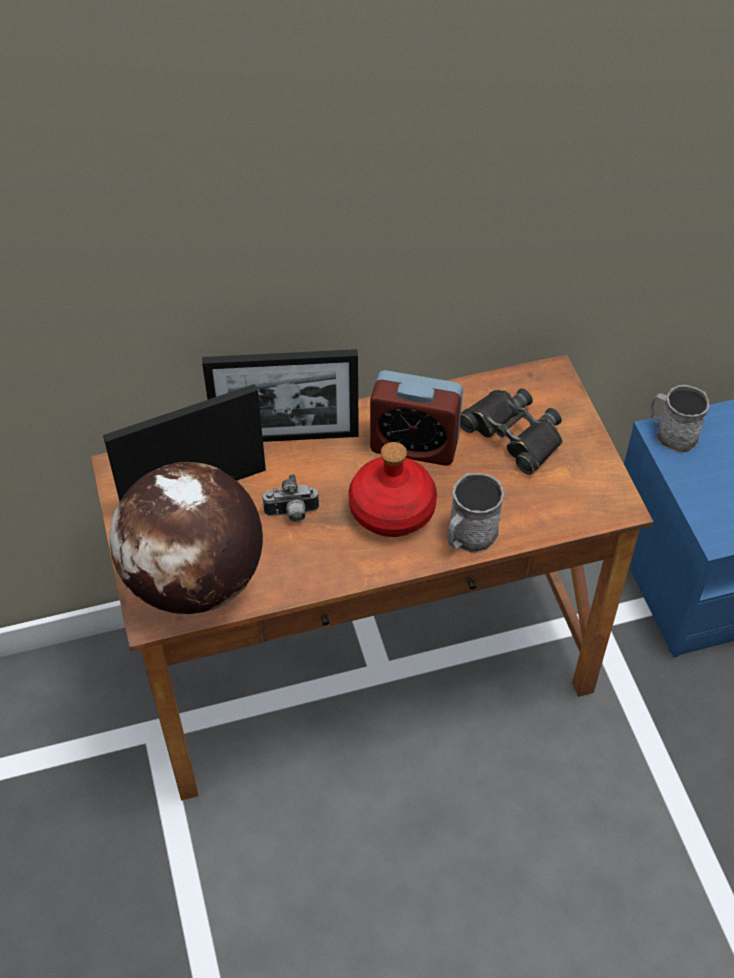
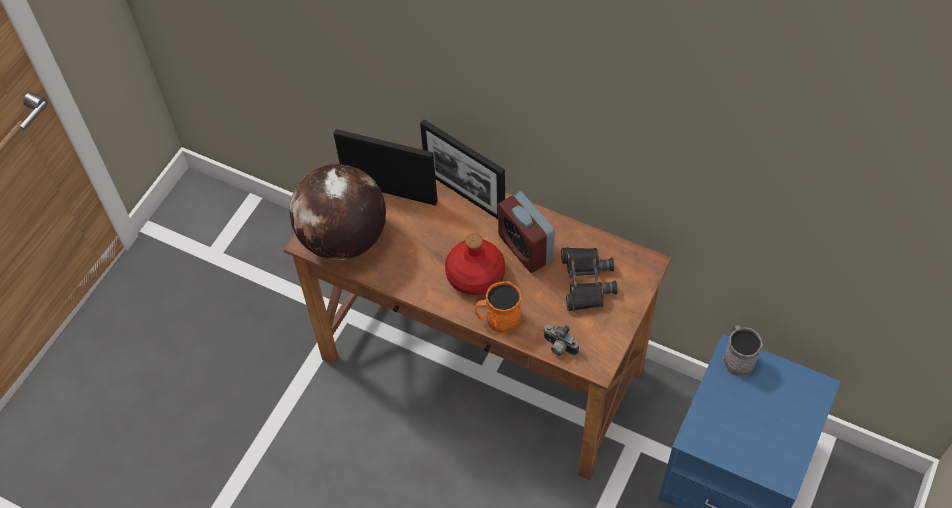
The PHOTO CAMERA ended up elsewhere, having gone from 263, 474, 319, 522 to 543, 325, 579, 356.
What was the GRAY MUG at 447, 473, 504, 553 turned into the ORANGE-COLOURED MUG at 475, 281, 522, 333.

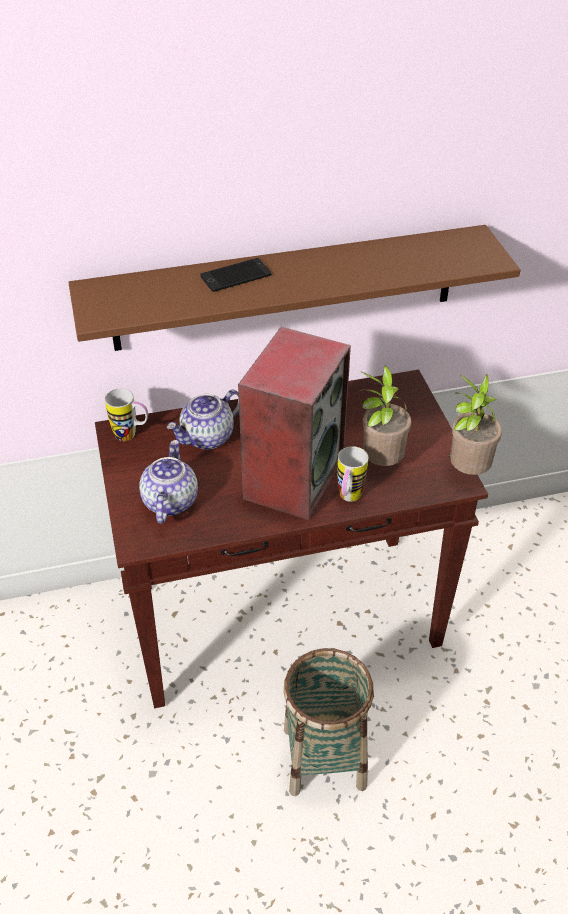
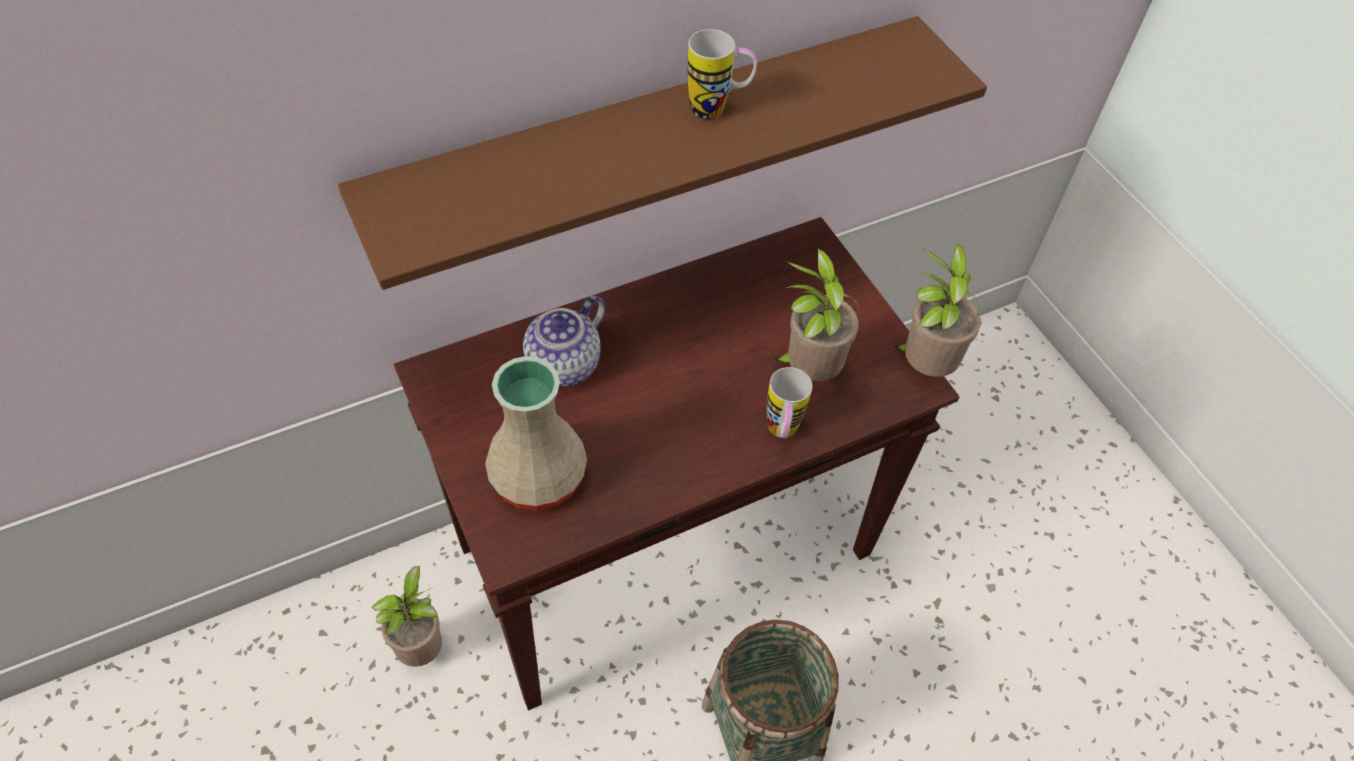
The MUG ended up elsewhere, having gone from 105, 388, 148, 441 to 687, 29, 757, 119.
Where the TEAPOT stood at 139, 440, 198, 524, the BEIGE-COLOURED VASE came to stand at 485, 356, 587, 511.
The second view lost the PHONE at 200, 258, 272, 292.
The second view lost the LOUDSPEAKER at 238, 327, 351, 521.
The second view gained the POTTED PLANT at 372, 566, 442, 667.

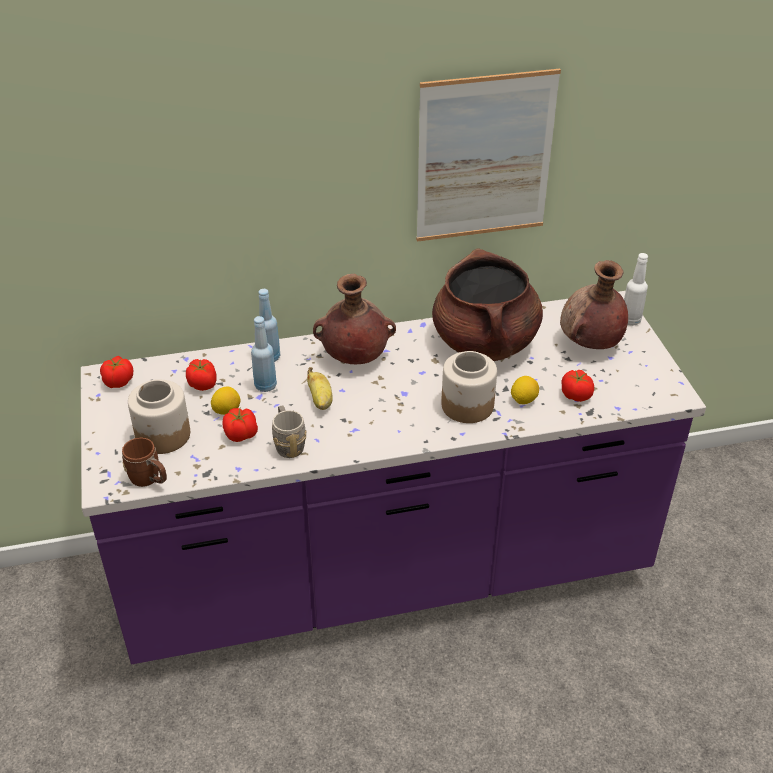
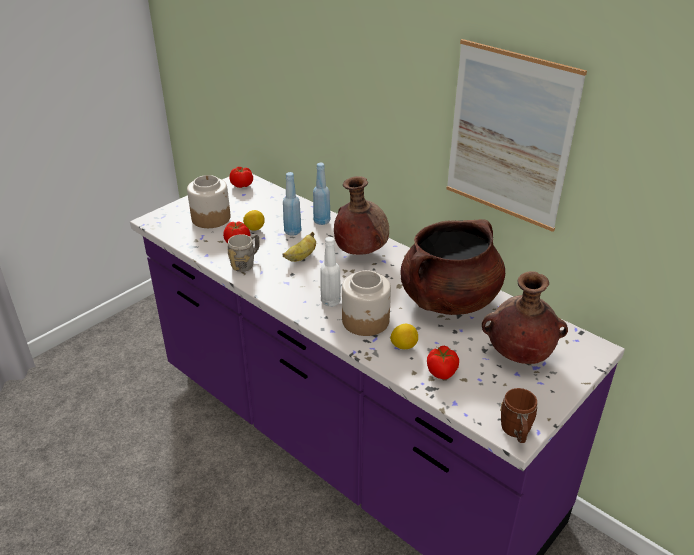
The BROWN-COLOURED MUG ended up elsewhere, having gone from 122, 437, 167, 487 to 500, 388, 537, 443.
The second view lost the TOMATO at 186, 359, 217, 391.
The WHITE DRINK BOTTLE ended up elsewhere, having gone from 624, 253, 648, 326 to 320, 237, 341, 307.

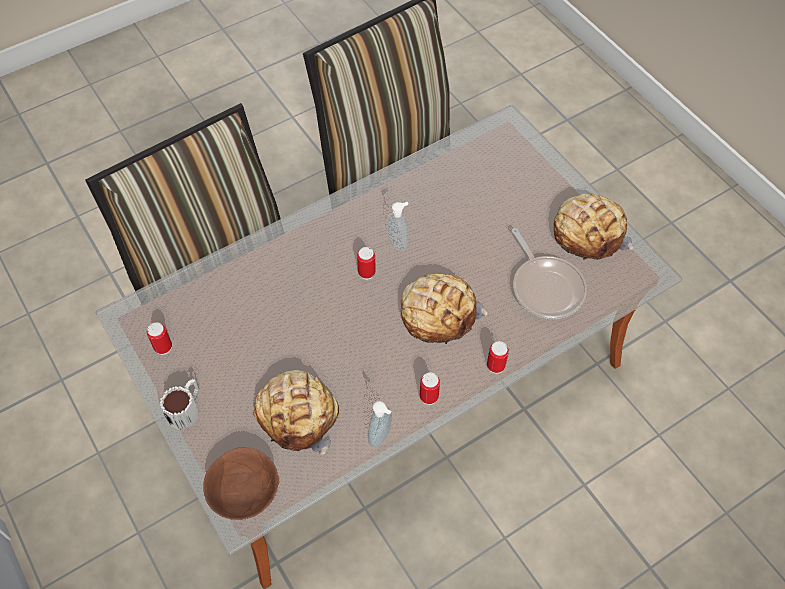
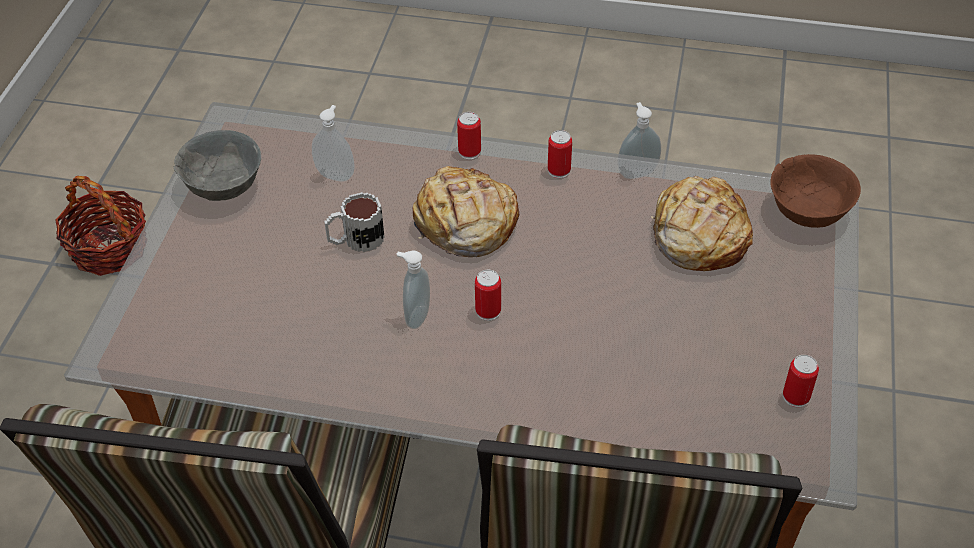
The MUG ended up elsewhere, having gone from 160, 379, 199, 430 to 324, 192, 385, 252.
Where the PAN stood at 511, 228, 587, 320, the SOAP DISPENSER came to stand at 312, 105, 355, 181.
Where the BAKERY BREAD stood at 554, 193, 633, 260, the GRAY BOWL came to stand at 174, 130, 261, 201.
The second view gained the BASKET at 55, 176, 146, 276.

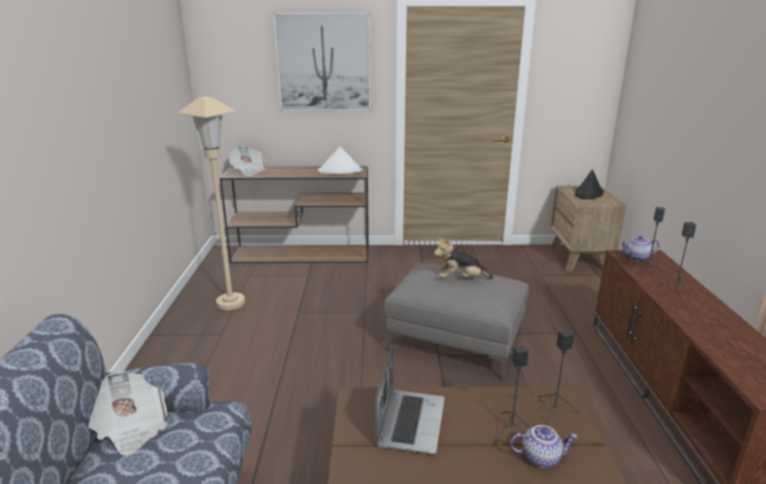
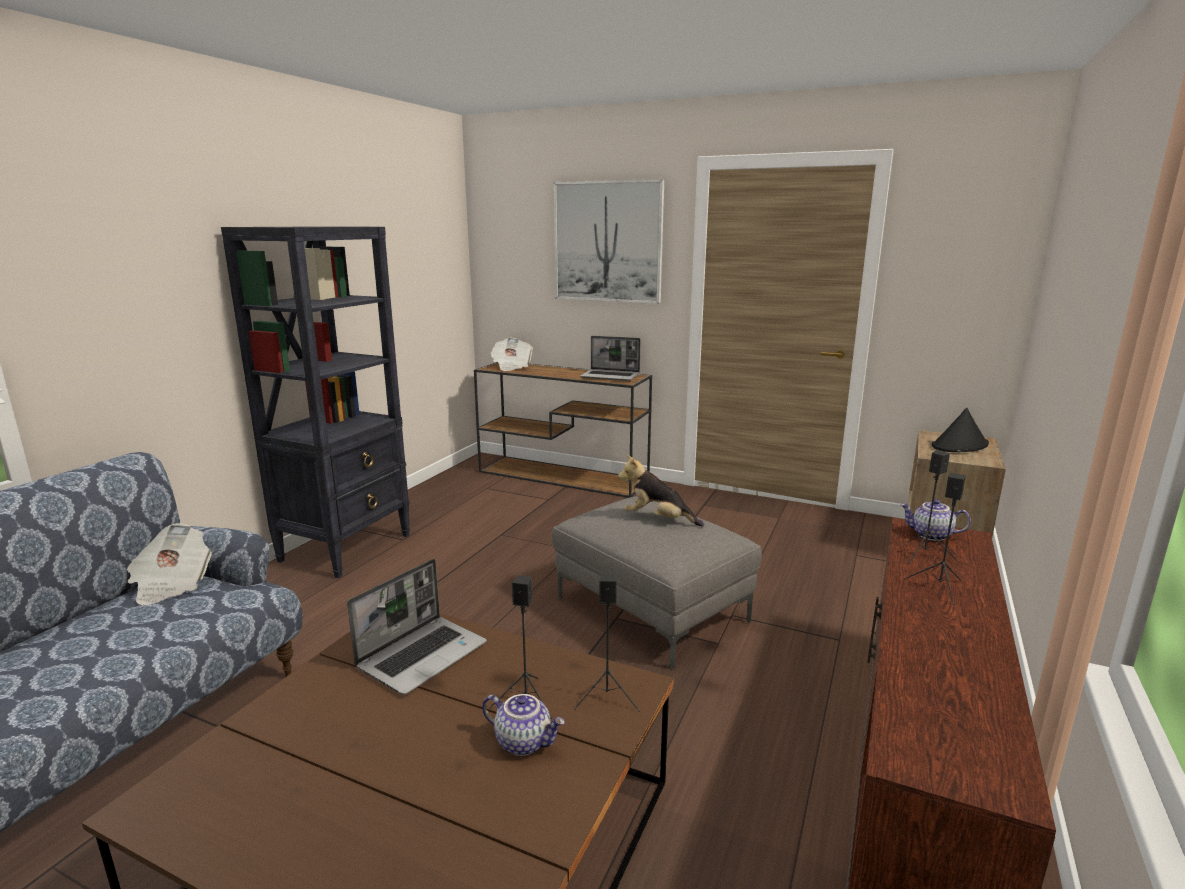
The second view lost the BEIGE-COLOURED FLOOR LAMP at 177, 97, 245, 310.
Where the WHITE HAT stood at 318, 146, 363, 174, the LAPTOP came to stand at 580, 336, 641, 381.
The second view gained the BLACK SHELVING UNIT at 221, 226, 410, 578.

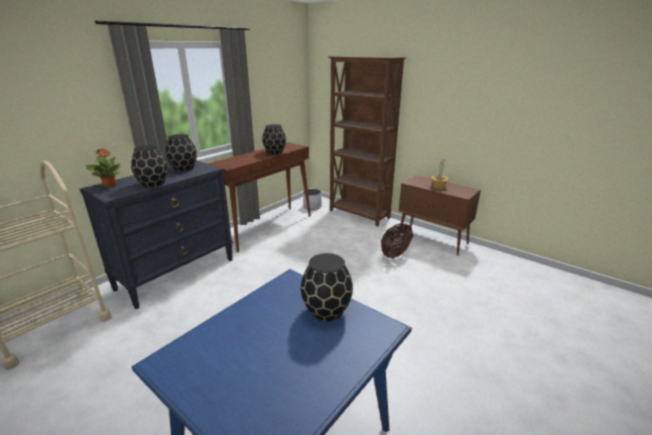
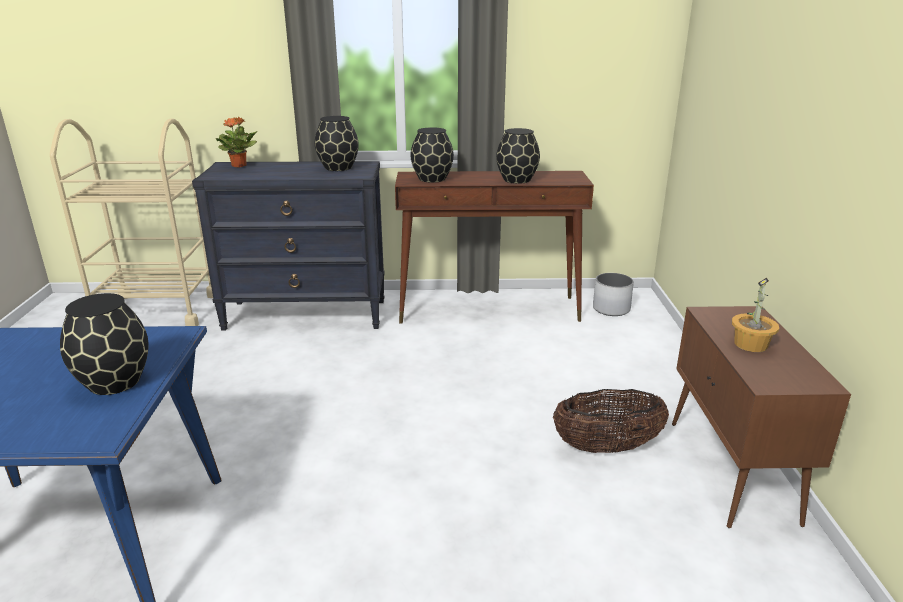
The BLACK VASE ended up elsewhere, having gone from 131, 145, 168, 188 to 410, 128, 454, 183.
The second view lost the BROWN-COLOURED SHELVING UNIT at 328, 56, 406, 227.

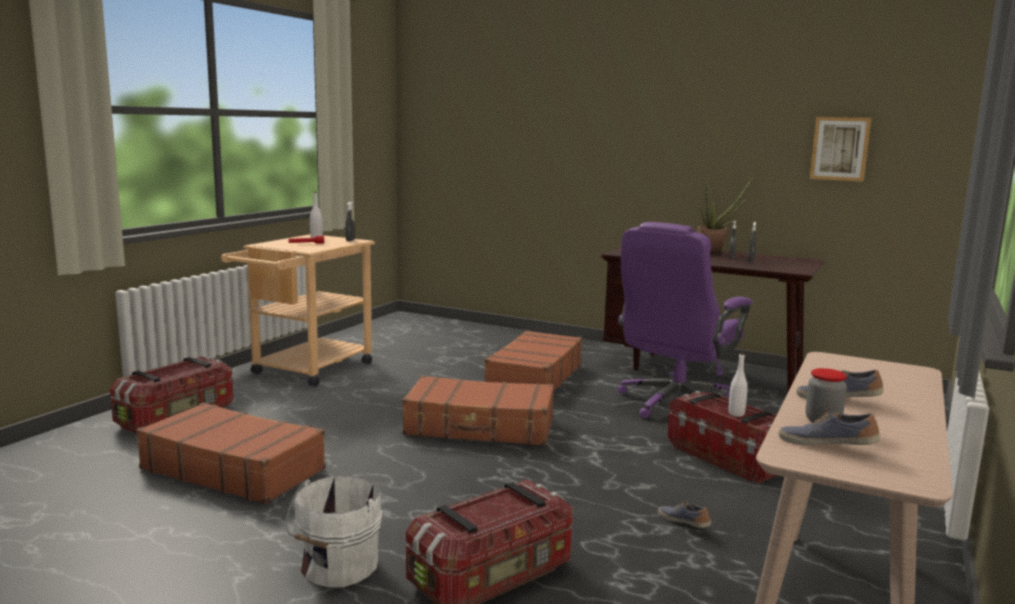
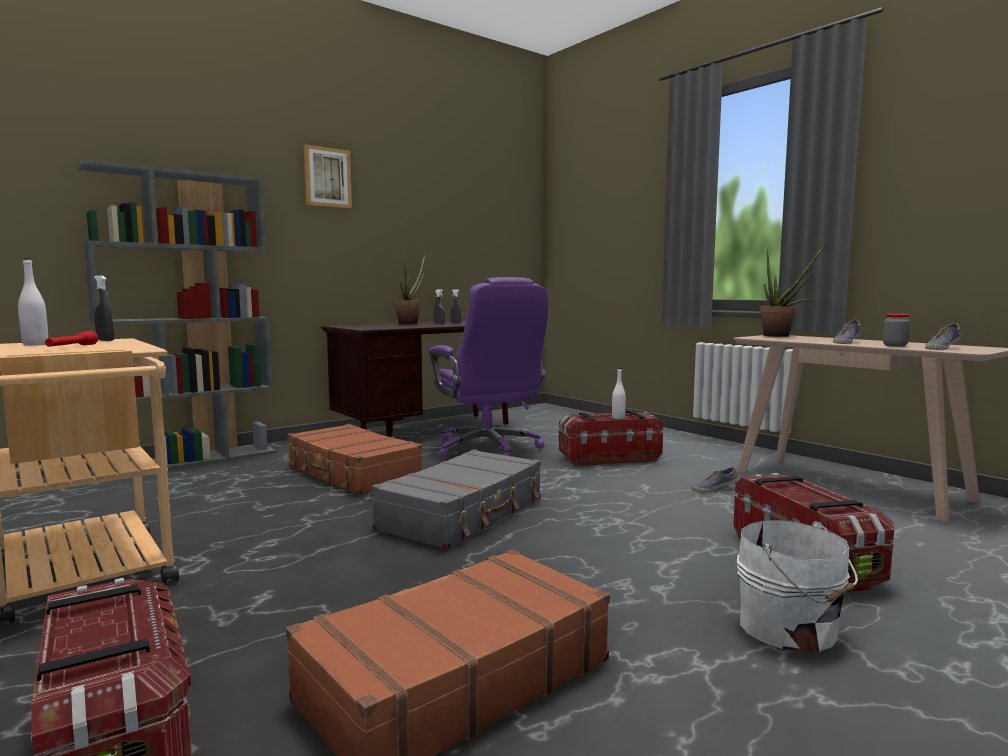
What was the BROWN-COLOURED PIECE OF LUGGAGE at 402, 376, 554, 446 turned into the GRAY PIECE OF LUGGAGE at 372, 449, 541, 550.
The WALL PICTURE ended up elsewhere, having gone from 809, 117, 871, 182 to 304, 144, 352, 209.
The second view gained the GRAY SHELVING UNIT at 77, 159, 276, 472.
The second view gained the POTTED PLANT at 760, 245, 825, 337.

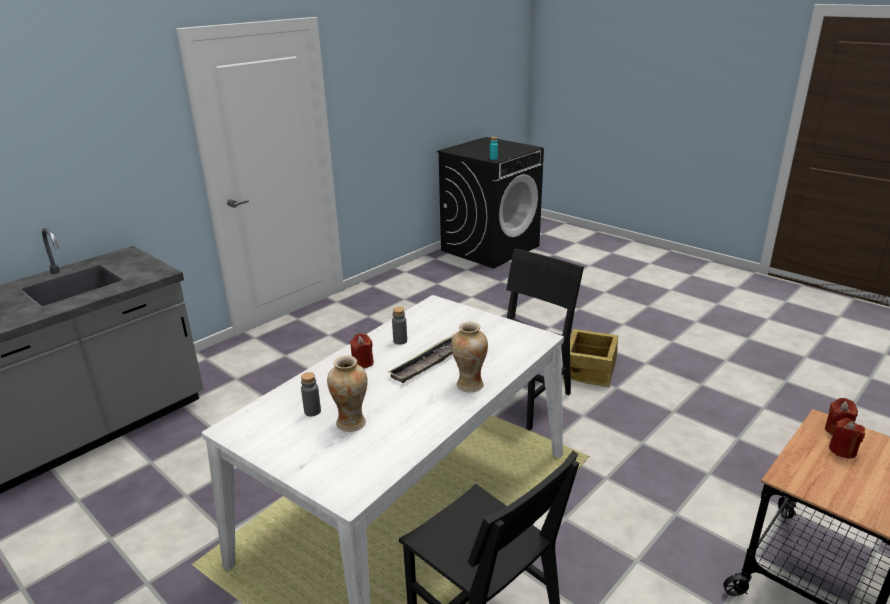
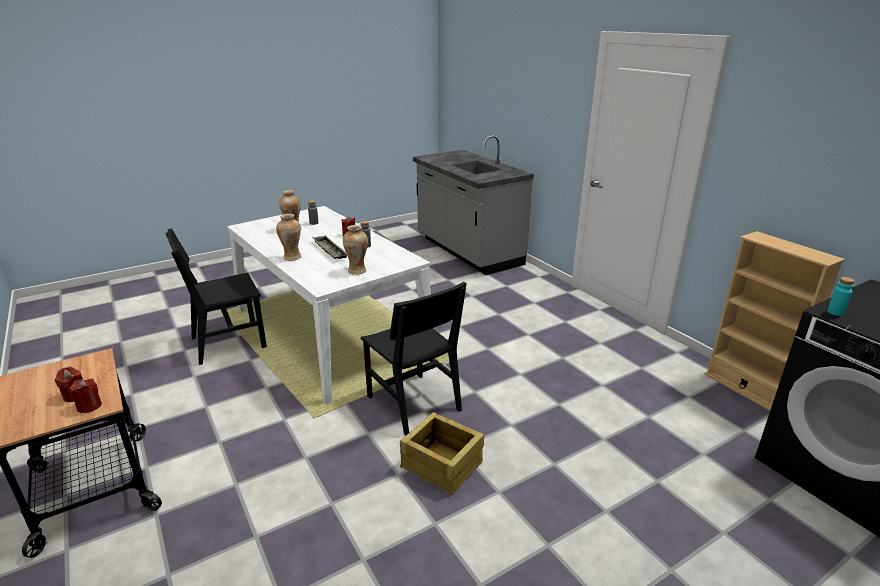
The second view gained the VASE at 343, 225, 368, 275.
The second view gained the BEIGE-COLOURED SHELVING UNIT at 705, 231, 845, 411.

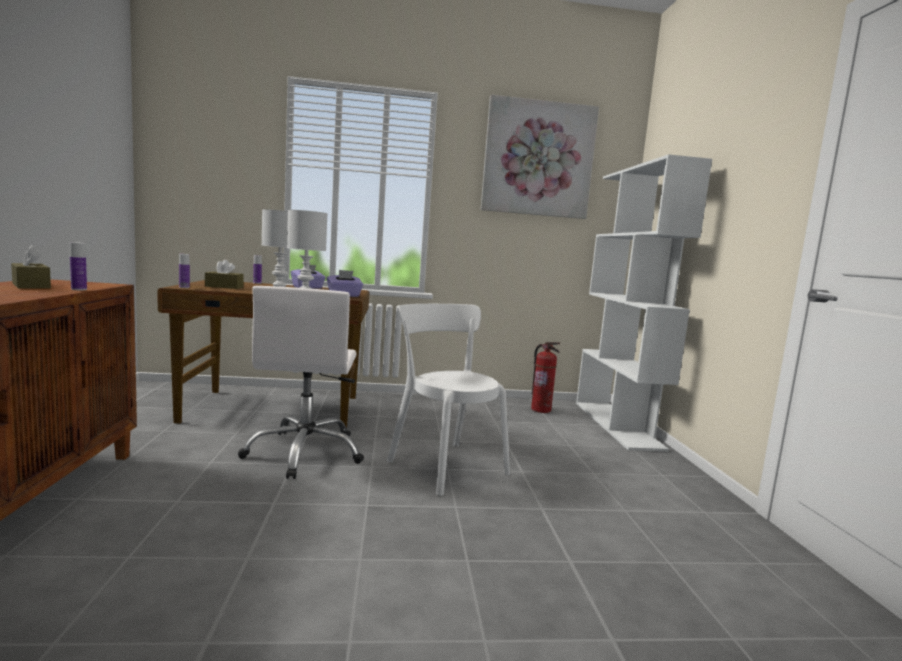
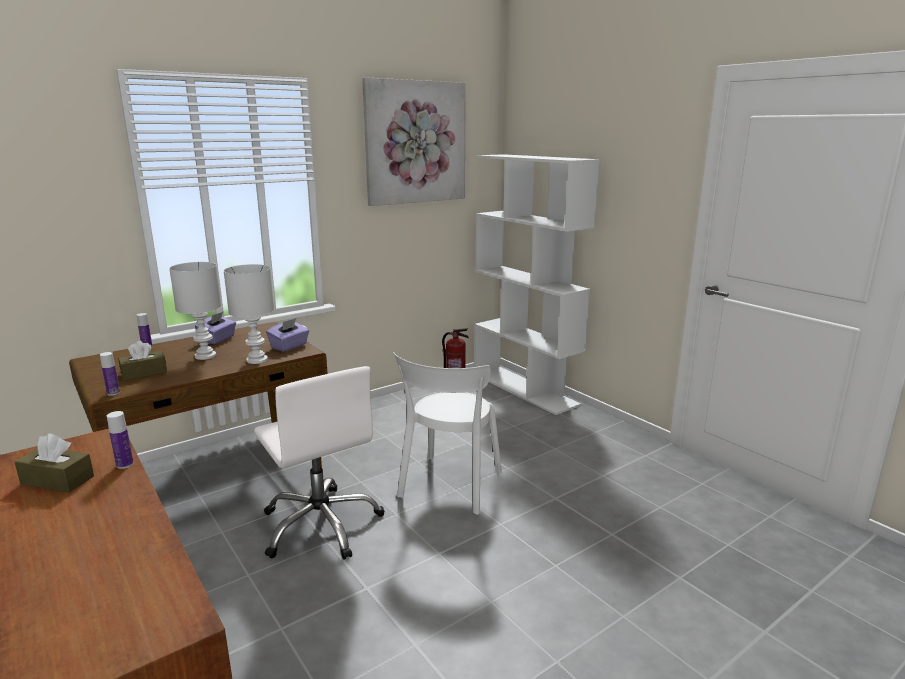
The WHITE PLAIN CHAIR at 387, 304, 510, 496 ended up facing another way, 90 degrees counterclockwise from before.

